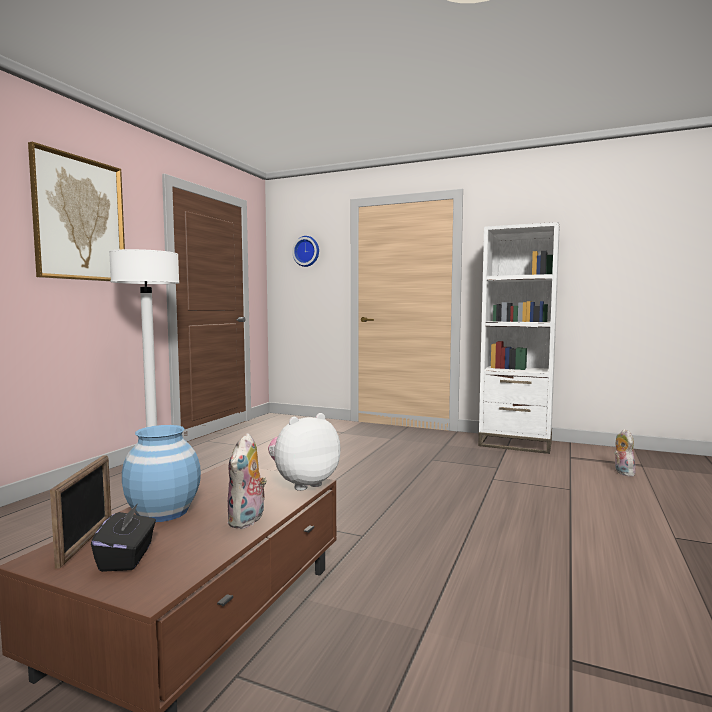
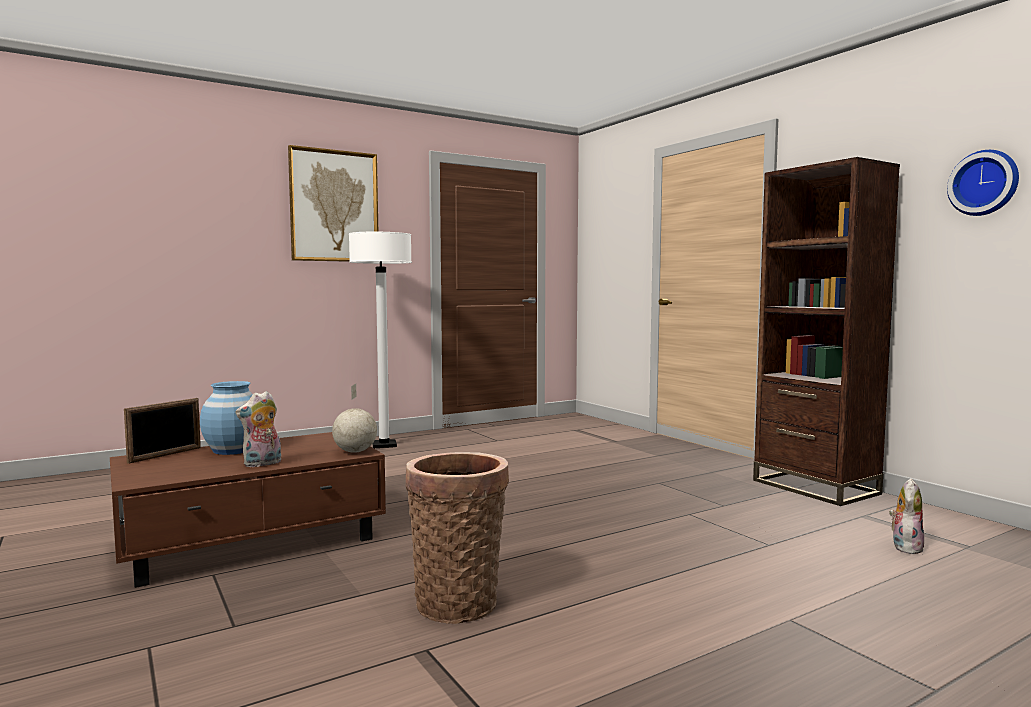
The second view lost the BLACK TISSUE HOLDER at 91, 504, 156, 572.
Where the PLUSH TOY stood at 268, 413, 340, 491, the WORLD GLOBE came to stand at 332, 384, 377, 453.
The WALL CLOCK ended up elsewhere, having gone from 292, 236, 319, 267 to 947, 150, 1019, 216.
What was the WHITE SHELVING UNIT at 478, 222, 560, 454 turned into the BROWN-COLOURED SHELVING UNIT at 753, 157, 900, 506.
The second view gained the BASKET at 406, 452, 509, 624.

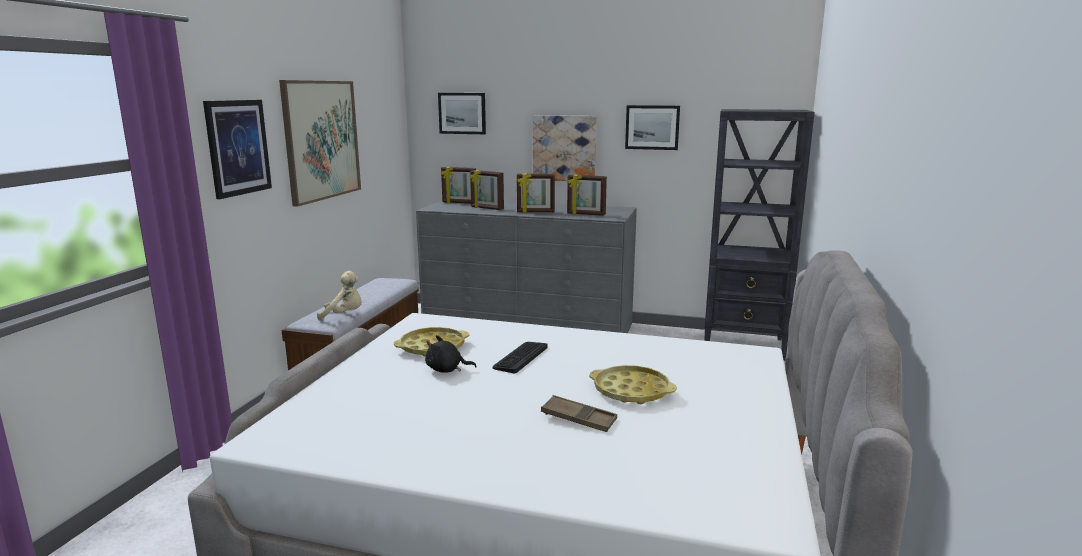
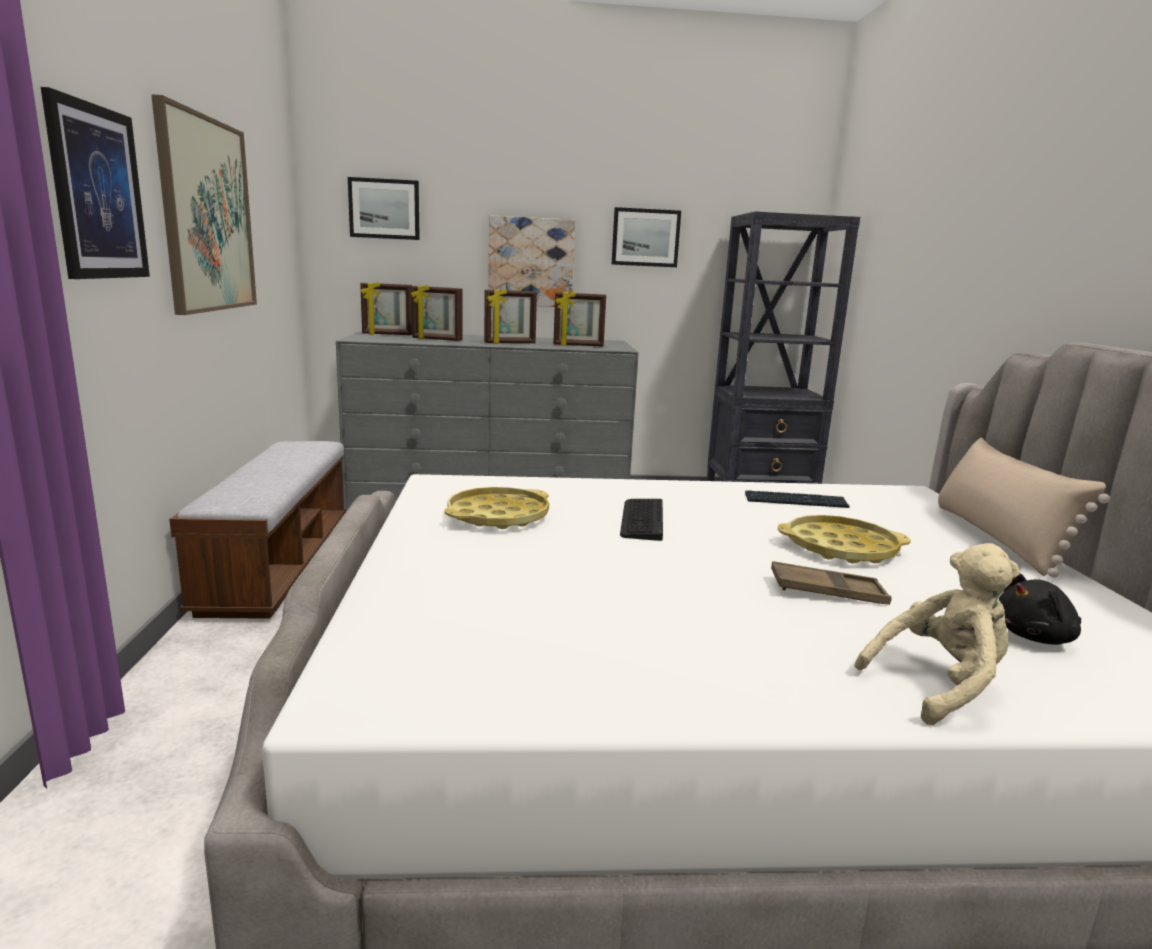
The BEIGE-COLOURED PLUSH TOY ended up elsewhere, having gone from 317, 271, 362, 321 to 855, 543, 1020, 725.
The BLACK PLUSH TOY ended up elsewhere, having gone from 425, 335, 477, 373 to 999, 573, 1081, 645.
The second view gained the KEYBOARD at 745, 490, 850, 508.
The second view gained the BEIGE-COLOURED CUSHION at 938, 438, 1110, 577.

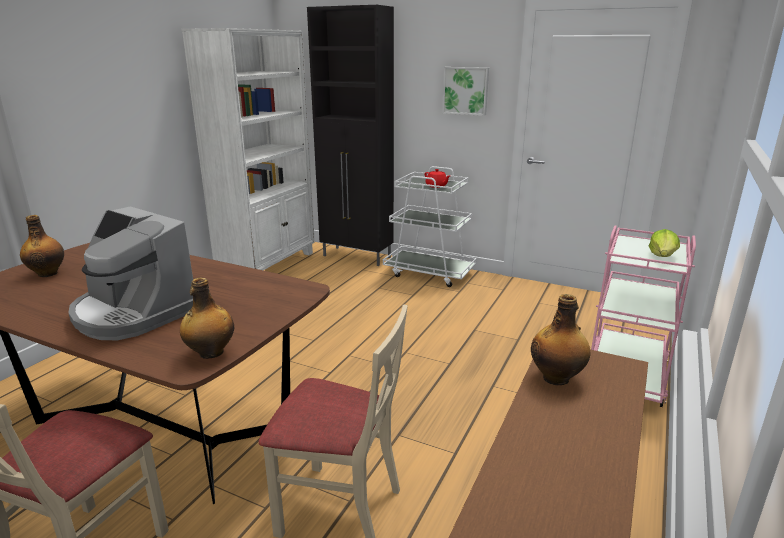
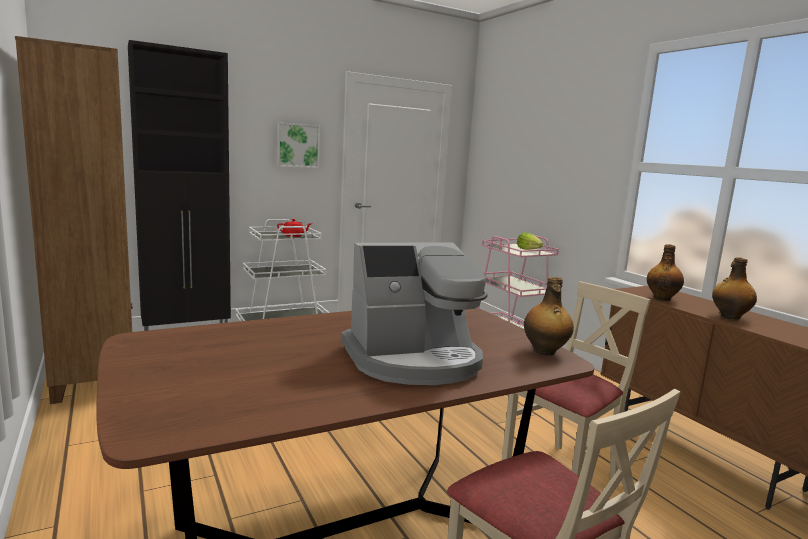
The DRINK BOTTLE ended up elsewhere, having gone from 20, 215, 64, 277 to 712, 257, 757, 320.
What was the WHITE SHELVING UNIT at 182, 28, 315, 270 turned into the BROWN-COLOURED SHELVING UNIT at 15, 36, 133, 404.

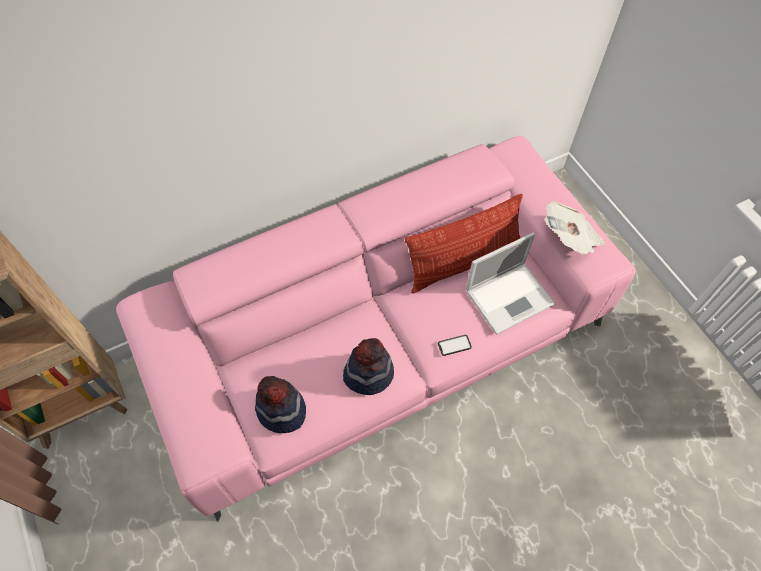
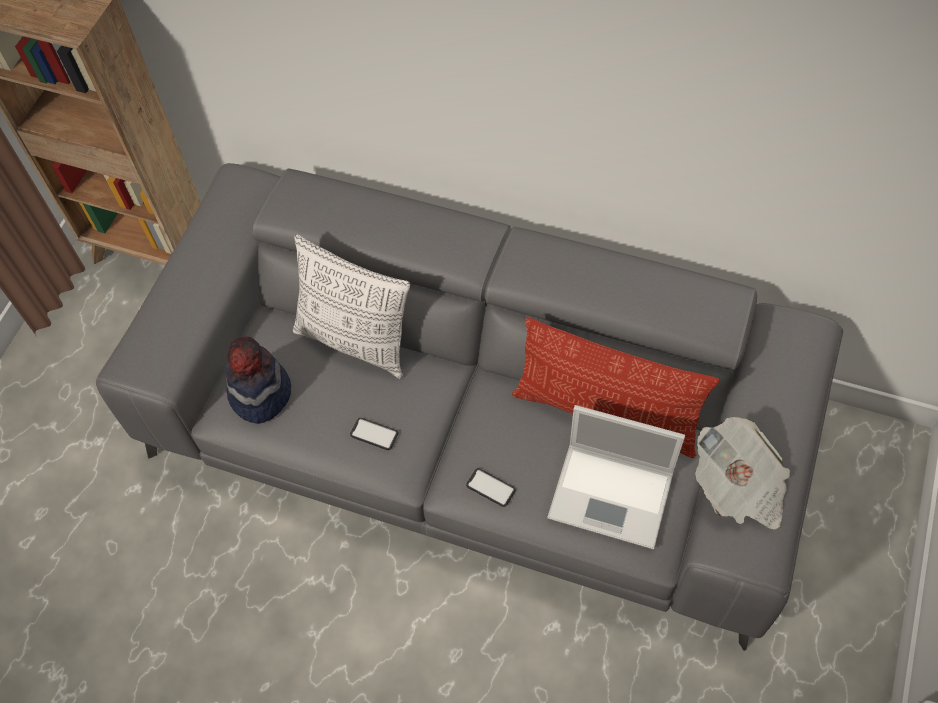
What was the PINKISH COUCH at 116, 136, 636, 522 turned into the GRAY COUCH at 96, 163, 843, 651.
Where the HAT stood at 343, 338, 394, 395, the PHONE came to stand at 350, 418, 398, 450.
The second view gained the CUSHION at 293, 234, 411, 379.

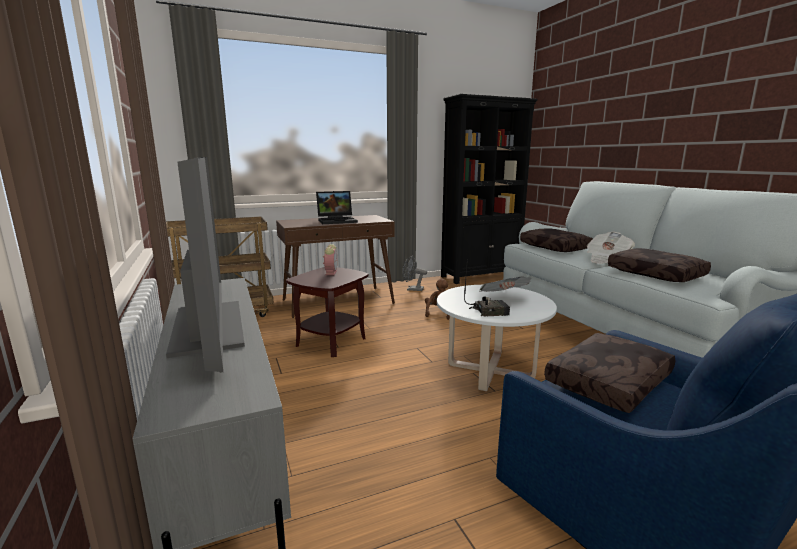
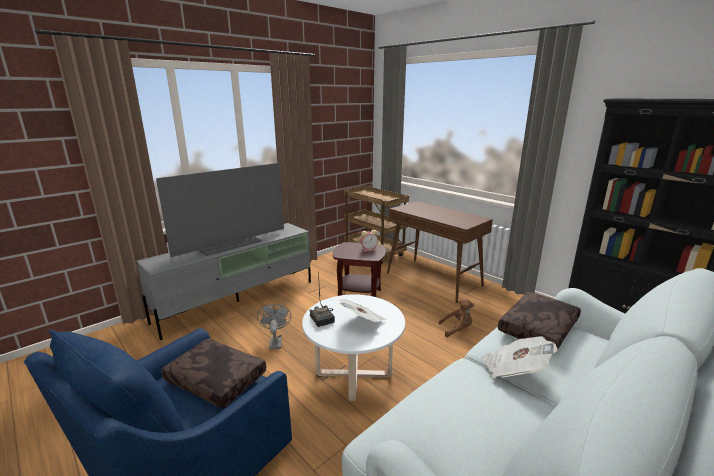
The second view lost the LAPTOP at 316, 191, 358, 224.
The GRAY FAN ended up elsewhere, having gone from 402, 256, 427, 291 to 257, 304, 291, 350.
The second view lost the BROWN-COLOURED CUSHION at 608, 248, 711, 282.

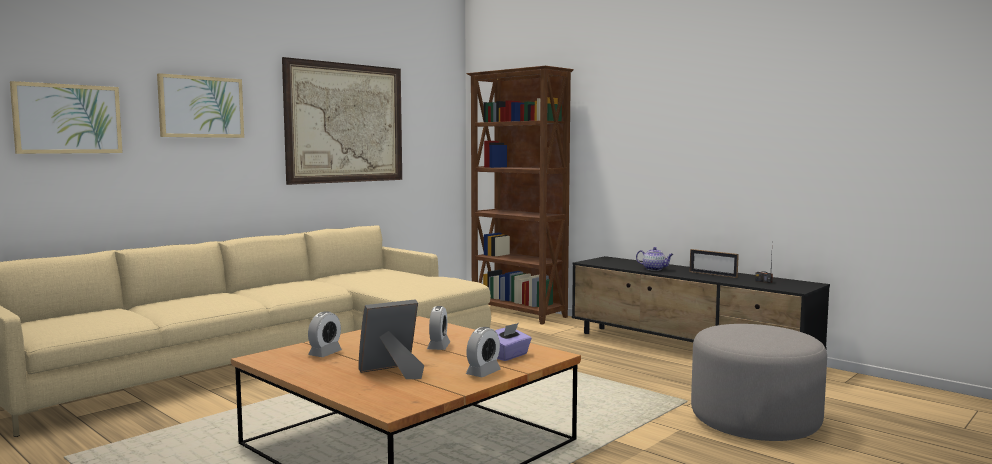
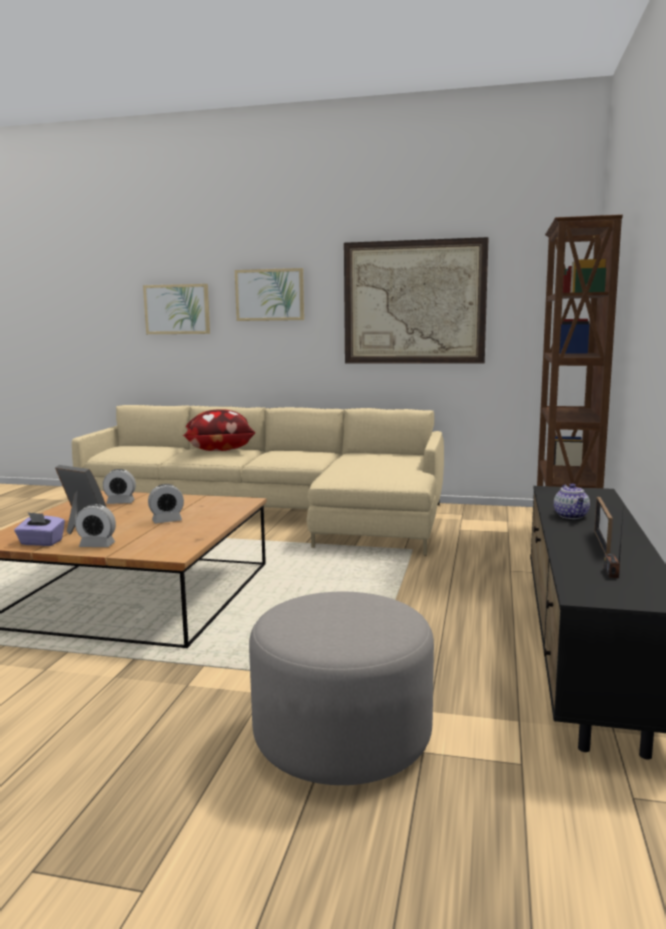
The PURPLISH TISSUE HOLDER ended up elsewhere, having gone from 495, 323, 532, 361 to 14, 512, 65, 546.
The second view gained the CUSHION at 182, 409, 256, 451.

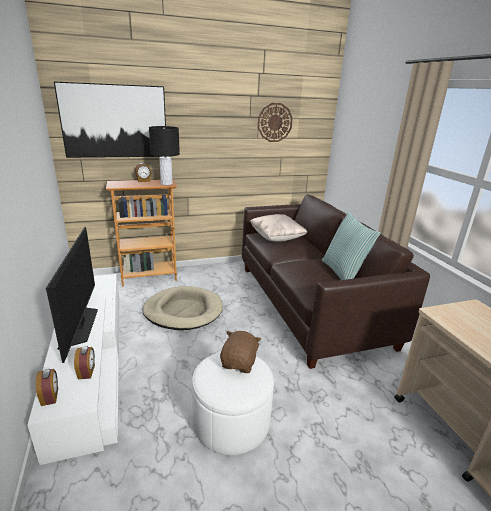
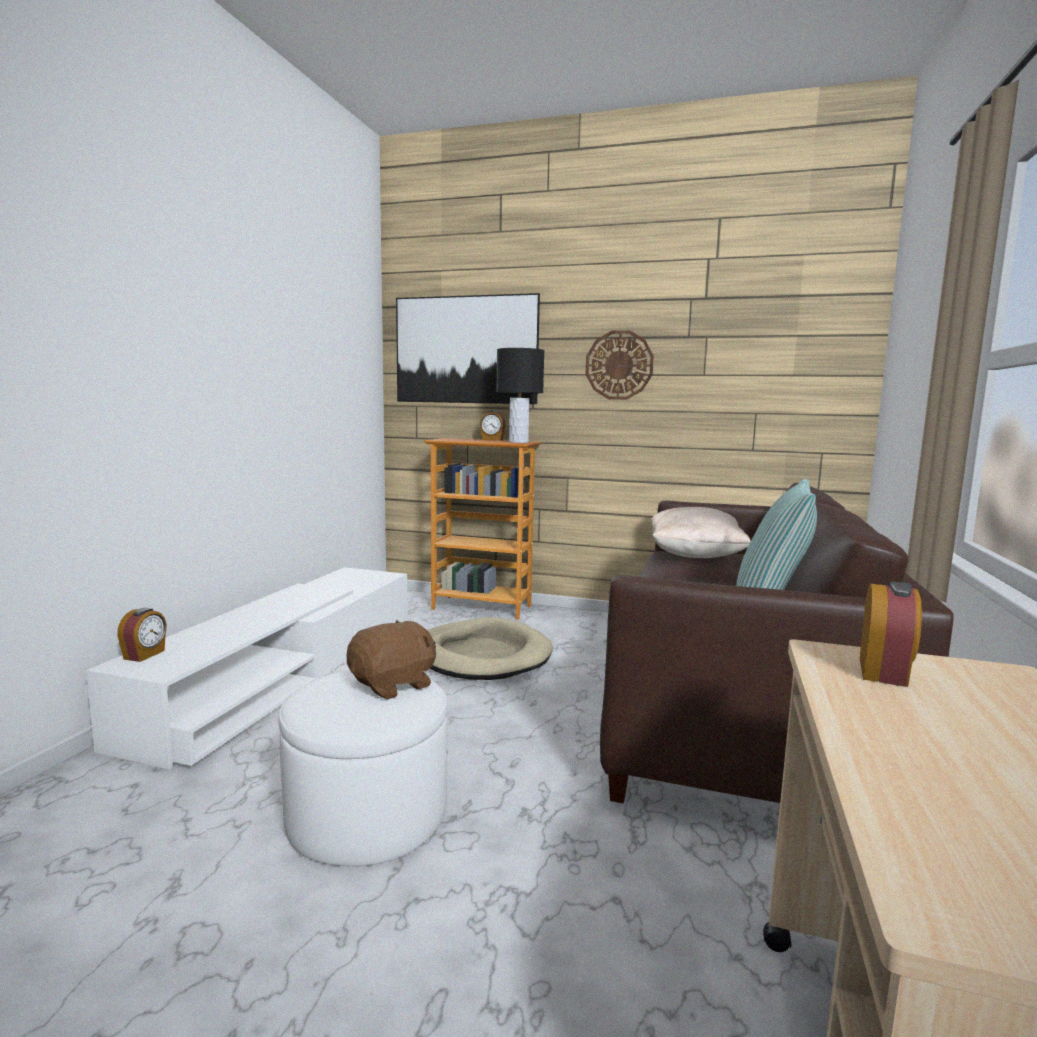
The second view lost the TV SET at 46, 227, 98, 363.
The TABLE CLOCK ended up elsewhere, having gone from 74, 346, 95, 379 to 860, 581, 922, 687.
The WALL CLOCK ended up elsewhere, having gone from 258, 103, 293, 142 to 585, 330, 654, 400.

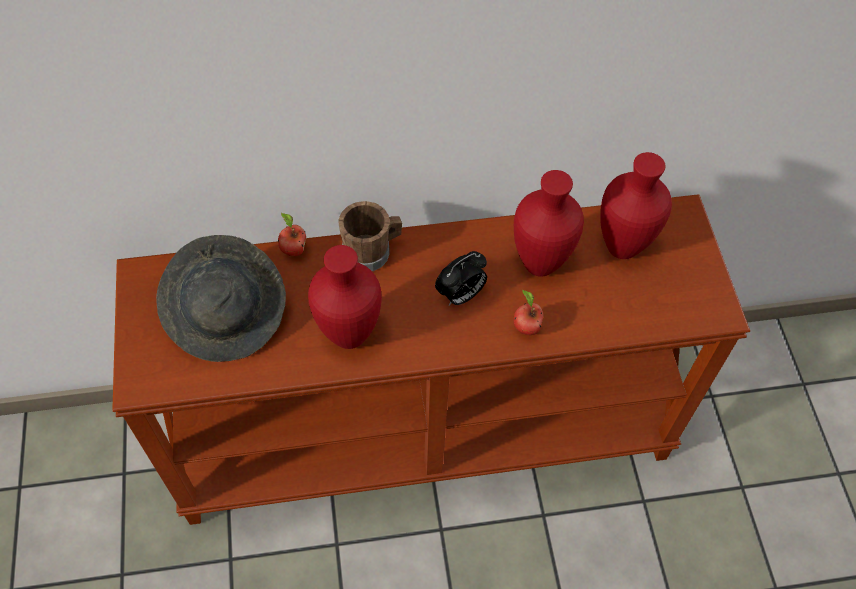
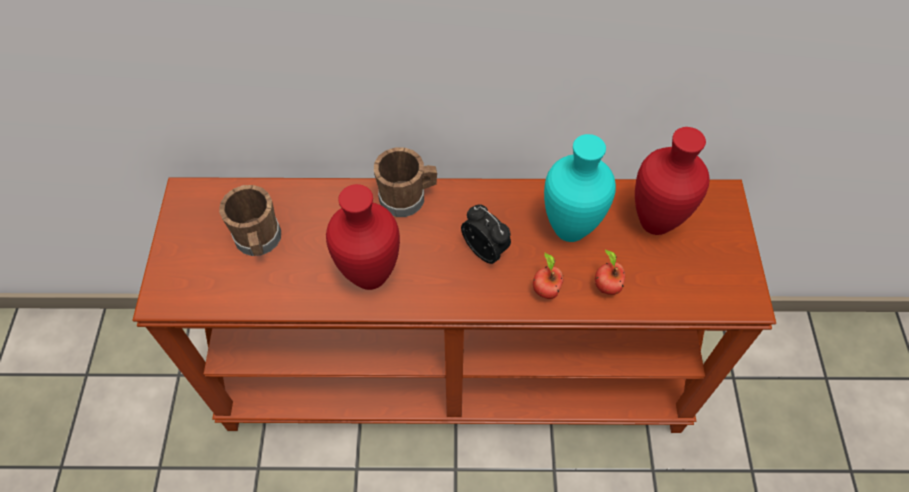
Where the GRAY HAT stood at 156, 235, 286, 362, the BROWN-COLOURED MUG came to stand at 219, 185, 281, 256.
The WHOLE APPLE ended up elsewhere, having gone from 278, 213, 306, 256 to 595, 249, 625, 295.
The TABLE CLOCK at 435, 251, 487, 305 ended up facing another way, 105 degrees counterclockwise from before.
What was the RED VASE at 514, 170, 584, 277 turned into the TURQUOISE VASE at 544, 134, 616, 242.

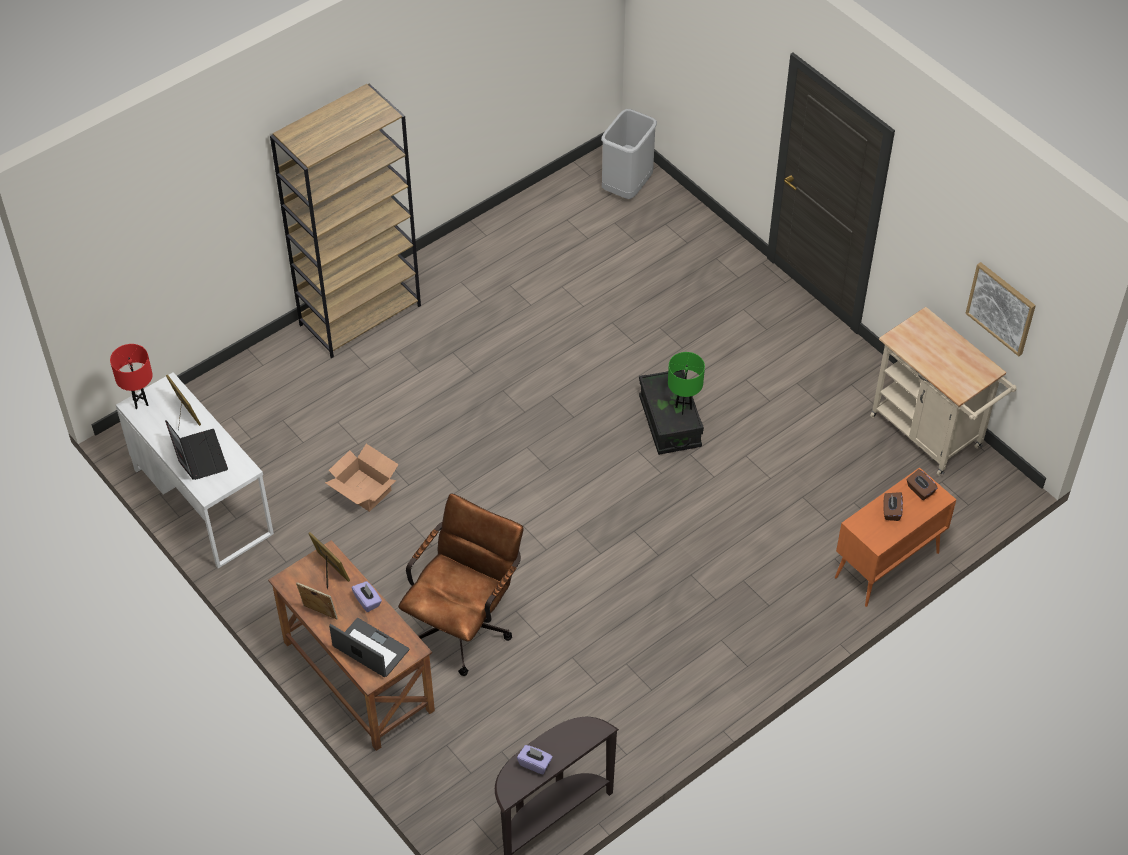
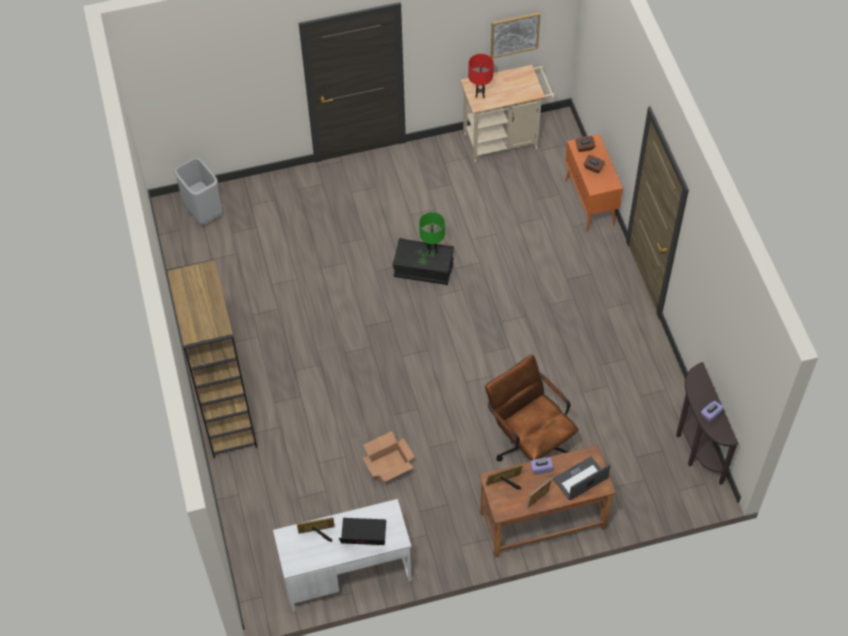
The RED LAMP FOR A TABLE ended up elsewhere, having gone from 110, 344, 153, 409 to 468, 54, 494, 98.

